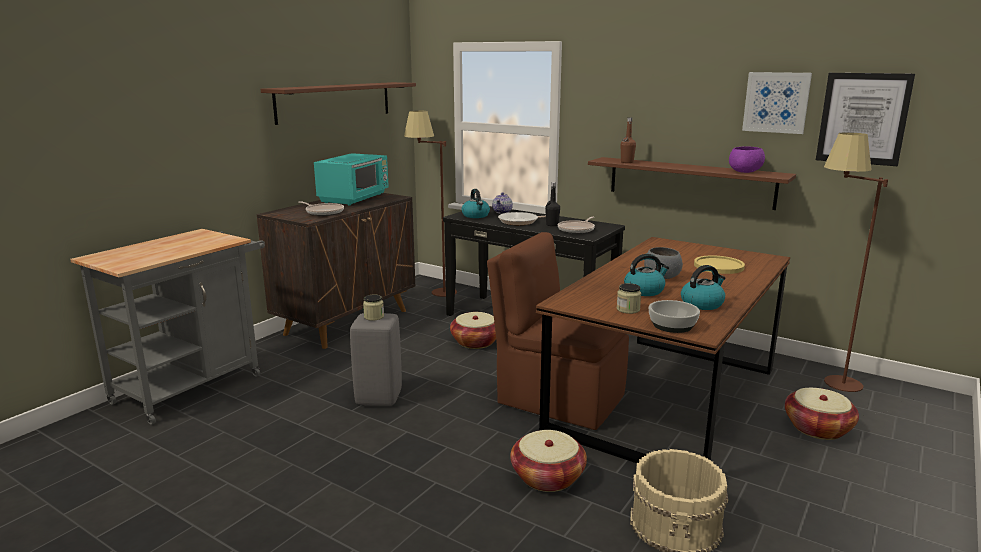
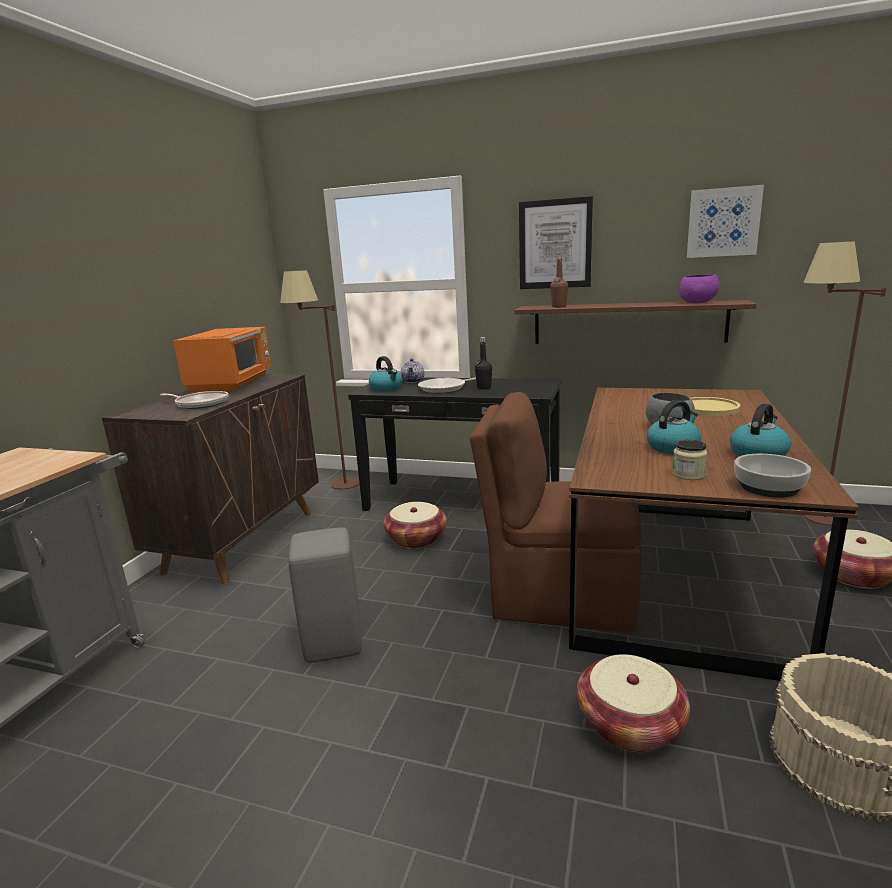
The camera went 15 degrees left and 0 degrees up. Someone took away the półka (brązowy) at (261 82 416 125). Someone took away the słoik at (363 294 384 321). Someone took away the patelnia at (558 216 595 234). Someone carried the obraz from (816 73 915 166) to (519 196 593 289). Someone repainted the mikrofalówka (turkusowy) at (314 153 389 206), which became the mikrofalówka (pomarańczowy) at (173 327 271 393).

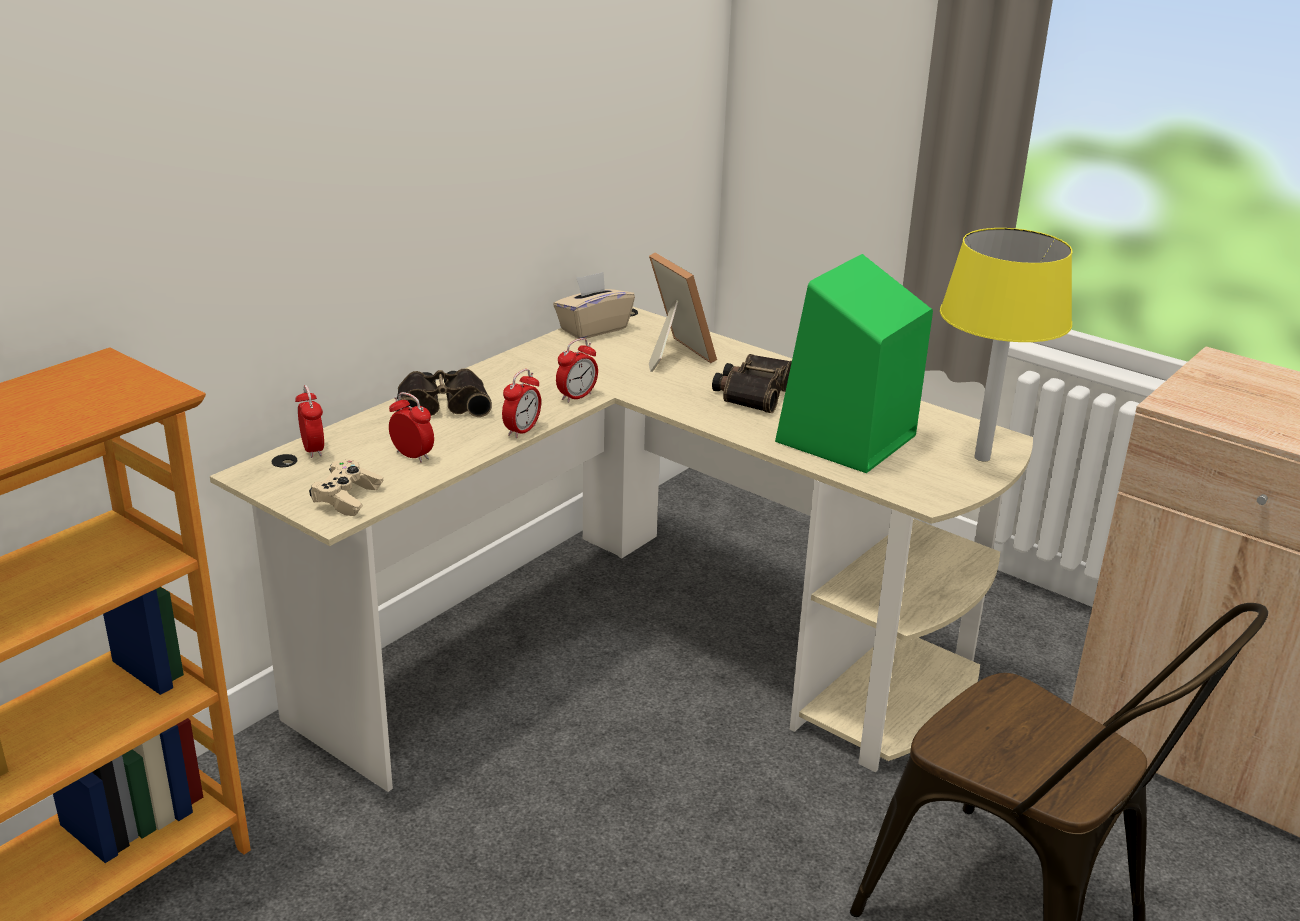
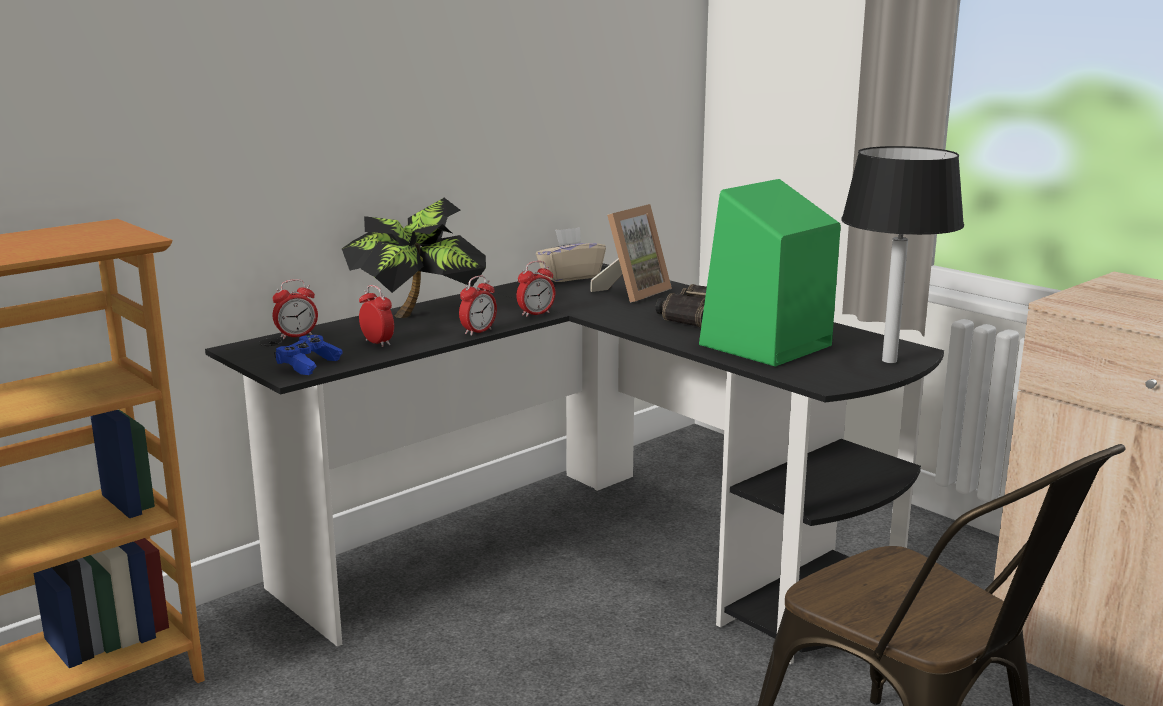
The camera went 10 degrees right and 10 degrees down. Someone swapped the lornetka at (396 368 492 417) for the roślina doniczkowa at (342 198 486 318). Someone repainted the biurko (beżowy) at (210 307 1033 792), which became the biurko (czarny) at (205 263 944 664). Someone repainted the pad do gier (beżowy) at (309 459 383 516), which became the pad do gier (niebieski) at (274 335 343 375). Someone repainted the lampa stołowa (żółty) at (940 228 1072 461), which became the lampa stołowa (czarny) at (841 146 964 363). Someone rotated the budzik at (295 385 324 458) by 75 degrees clockwise. Someone rotated the ramka na zdjęcie at (649 252 717 372) by 60 degrees clockwise.

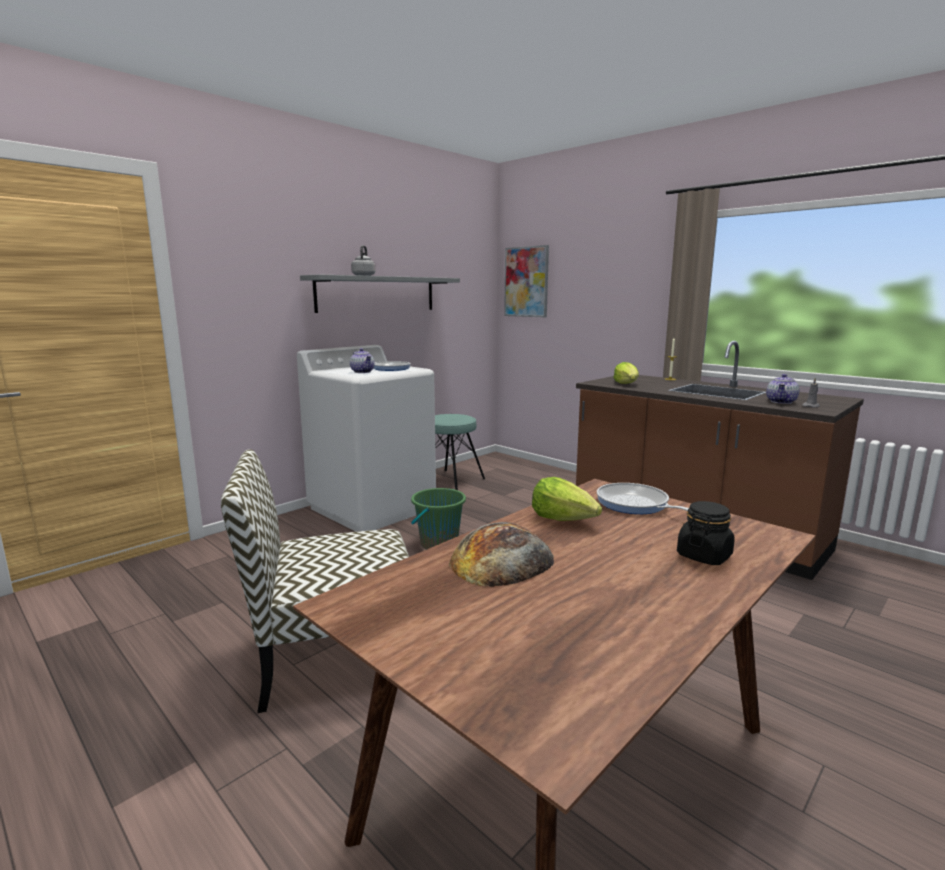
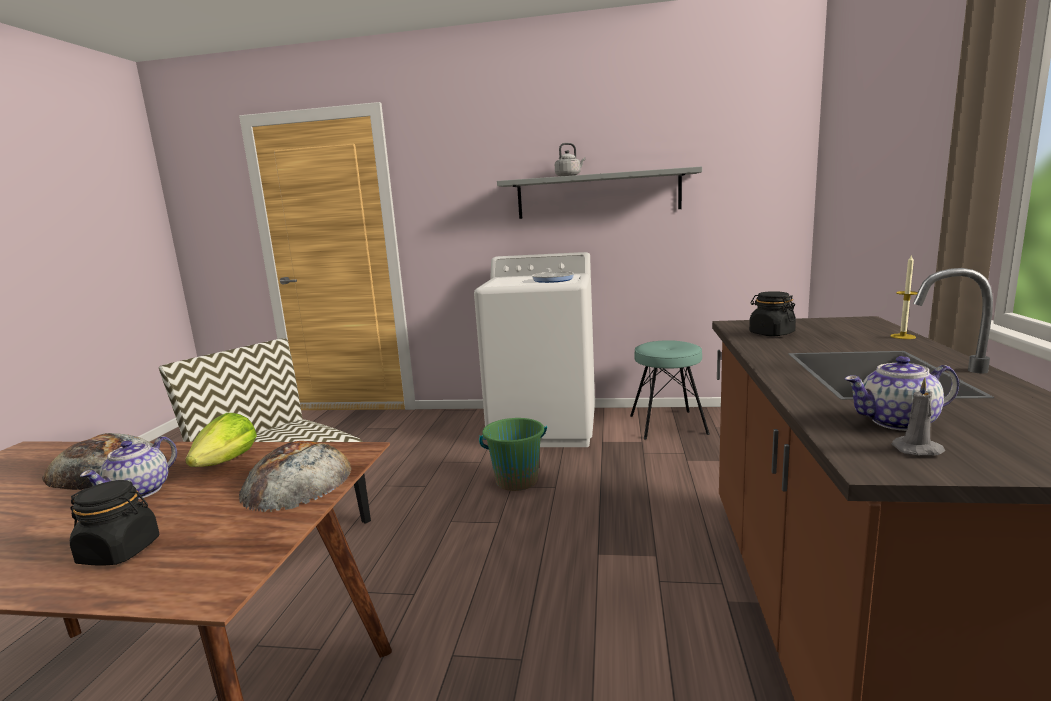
The camera went 55 degrees right and 0 degrees up. Someone took away the obraz at (504 245 549 317). Someone carried the imbryk from (350 348 375 373) to (80 436 177 499). Someone swapped the patelnia at (597 483 689 514) for the chleb at (239 441 352 512). Someone swapped the sałata at (613 362 639 384) for the słoik (czarny) at (749 291 796 336).

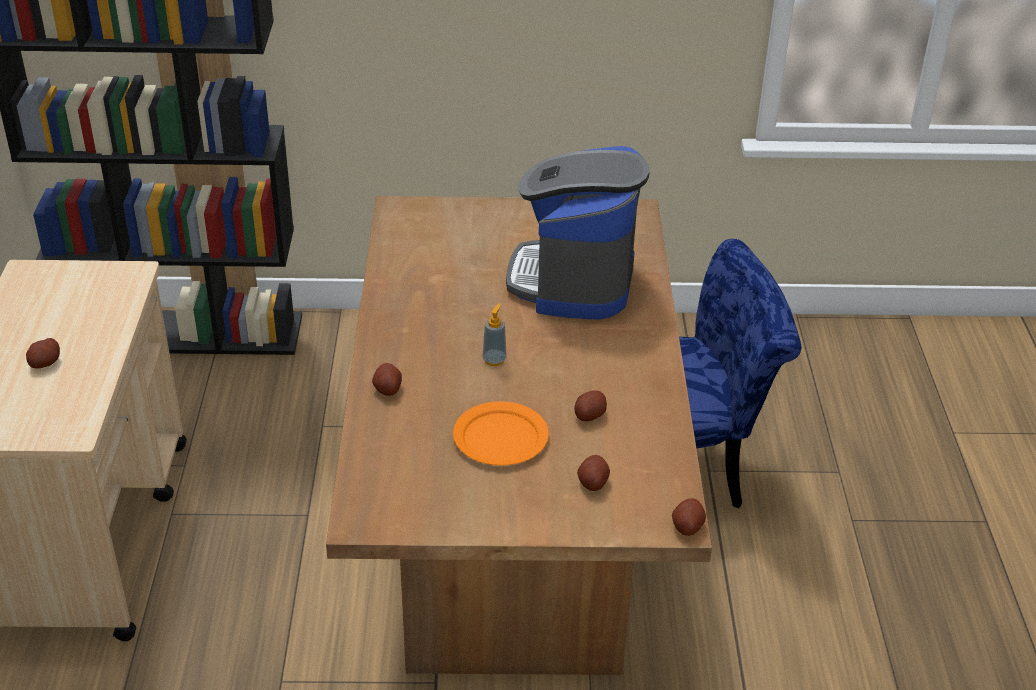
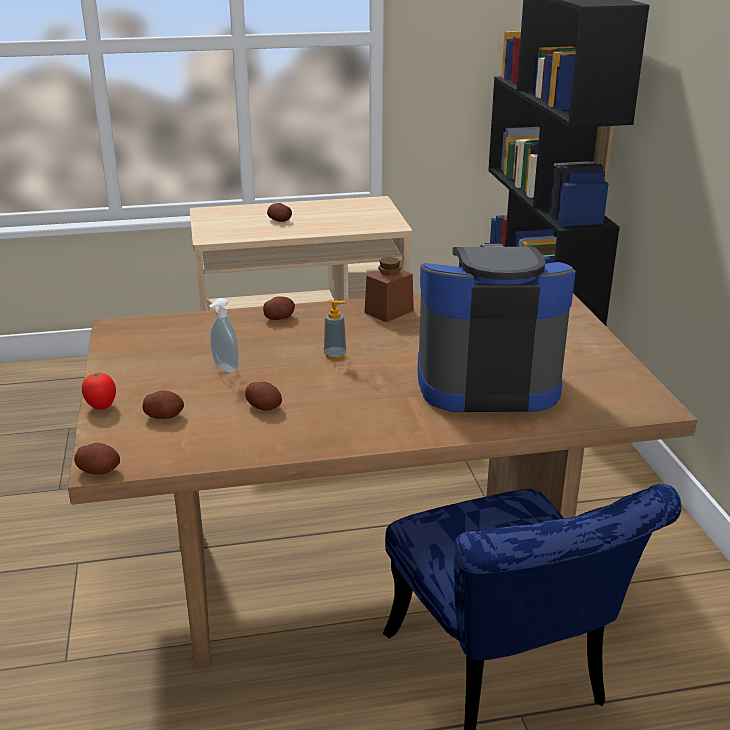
The camera went 80 degrees right and 10 degrees down. Someone put down the pomidor at (82 373 116 410). Someone put down the słoik (brązowy) at (365 257 414 322). Someone swapped the talerz (pomarańczowy) at (453 401 549 465) for the dozownik mydła at (209 298 239 373).

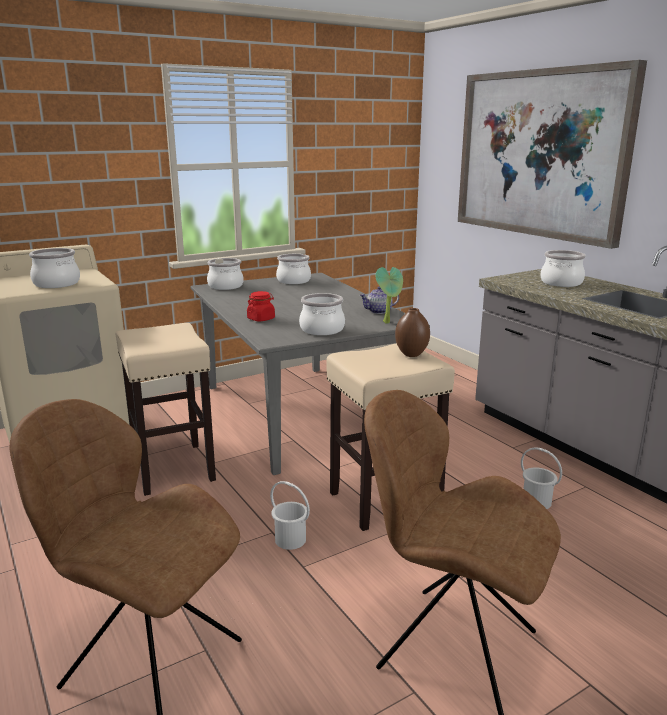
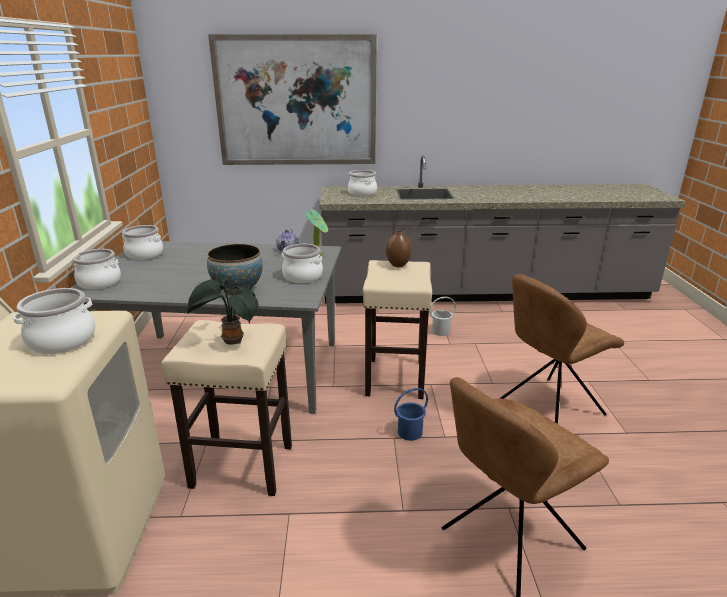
The camera went 60 degrees left and 5 degrees up. Someone put down the roślina doniczkowa at (187 279 259 345). Someone swapped the słoik (czerwony) at (247 291 275 321) for the miska at (207 244 263 296). Someone repainted the wiadro (biały) at (270 481 310 550), which became the wiadro (niebieski) at (394 388 428 441).

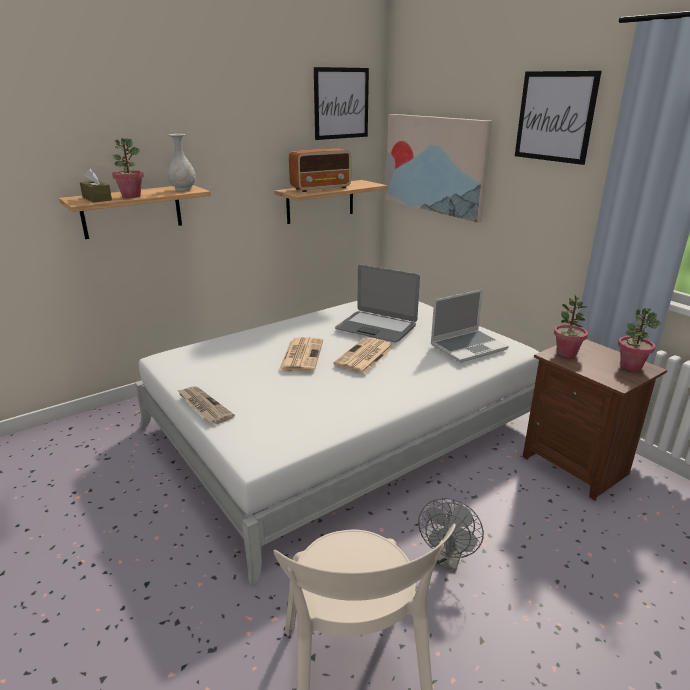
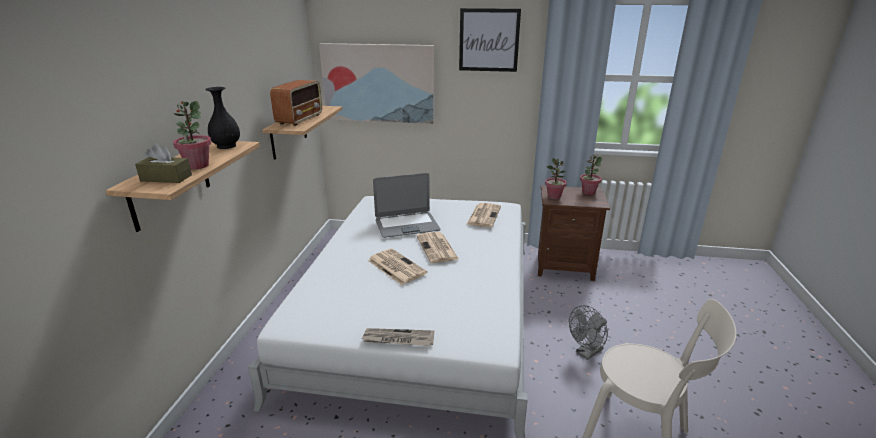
The camera went 45 degrees left and 0 degrees up. Someone took away the obraz at (314 67 369 140). Someone swapped the laptop at (430 289 509 363) for the gazeta at (466 203 501 227). Someone repainted the wazon (biały) at (168 134 196 191), which became the wazon (czarny) at (205 87 240 149). Someone rotated the wentylator (szary) at (418 498 484 571) by 75 degrees clockwise.

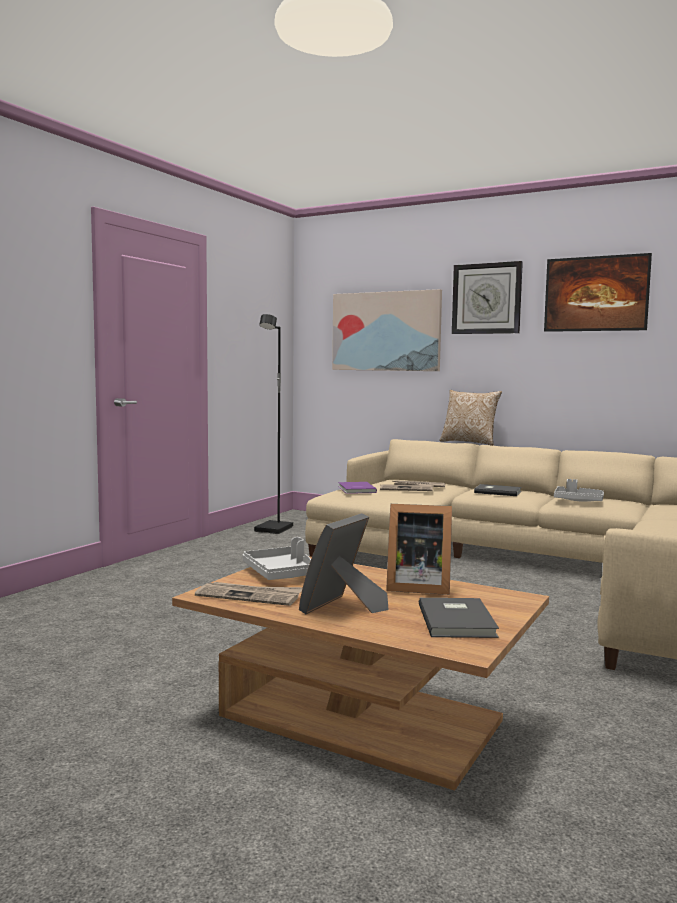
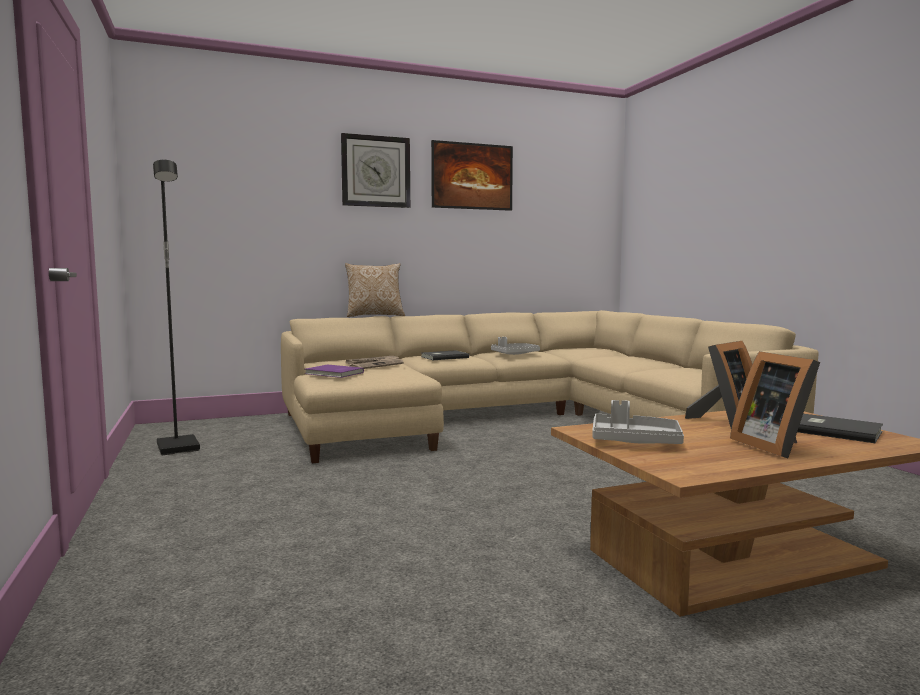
The camera went 50 degrees left and 0 degrees up. Someone took away the gazeta at (195 582 303 606). Someone took away the obraz at (332 289 442 371).

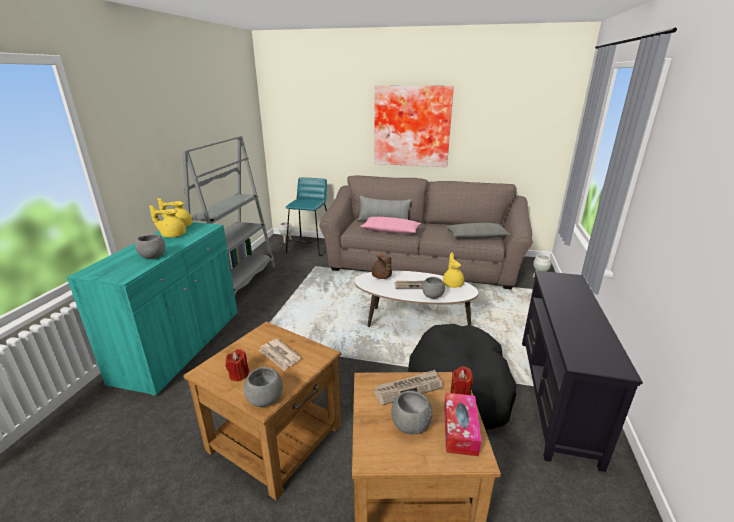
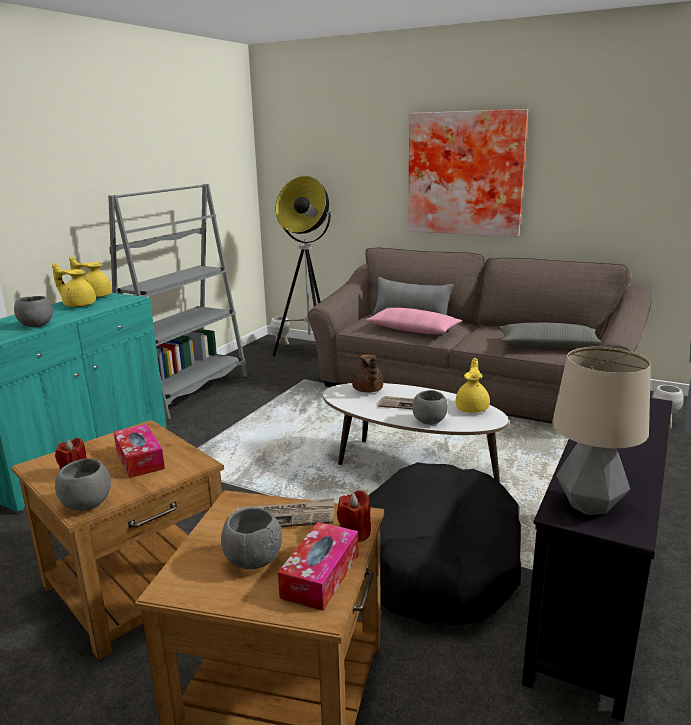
The camera went 15 degrees right and 5 degrees down. Someone put down the lampa stołowa at (552 347 651 515). Someone swapped the gazeta at (259 338 301 370) for the pudełko chusteczek at (114 424 165 478). Someone swapped the stołek (turkusowy) at (285 177 327 256) for the lampa stojąca at (272 176 331 357).

